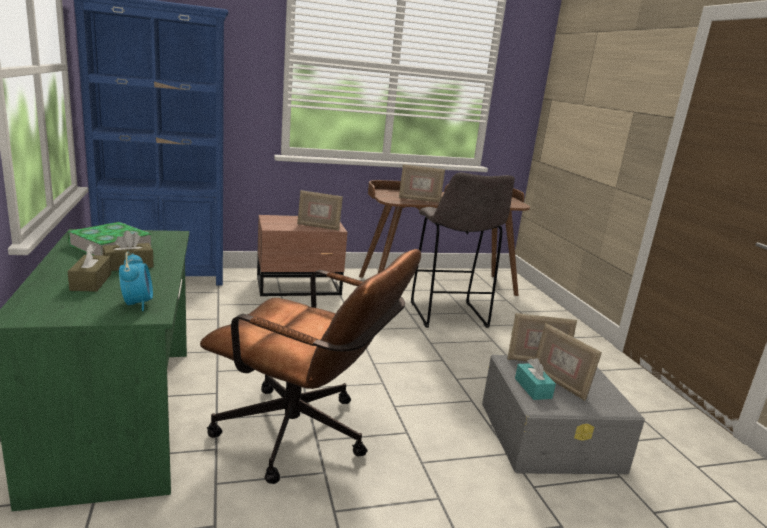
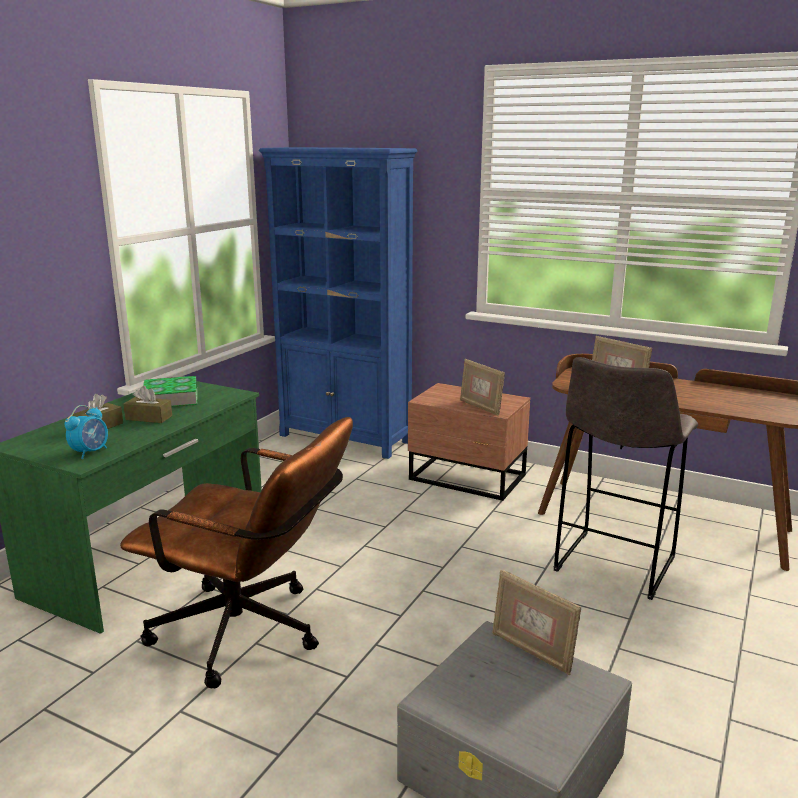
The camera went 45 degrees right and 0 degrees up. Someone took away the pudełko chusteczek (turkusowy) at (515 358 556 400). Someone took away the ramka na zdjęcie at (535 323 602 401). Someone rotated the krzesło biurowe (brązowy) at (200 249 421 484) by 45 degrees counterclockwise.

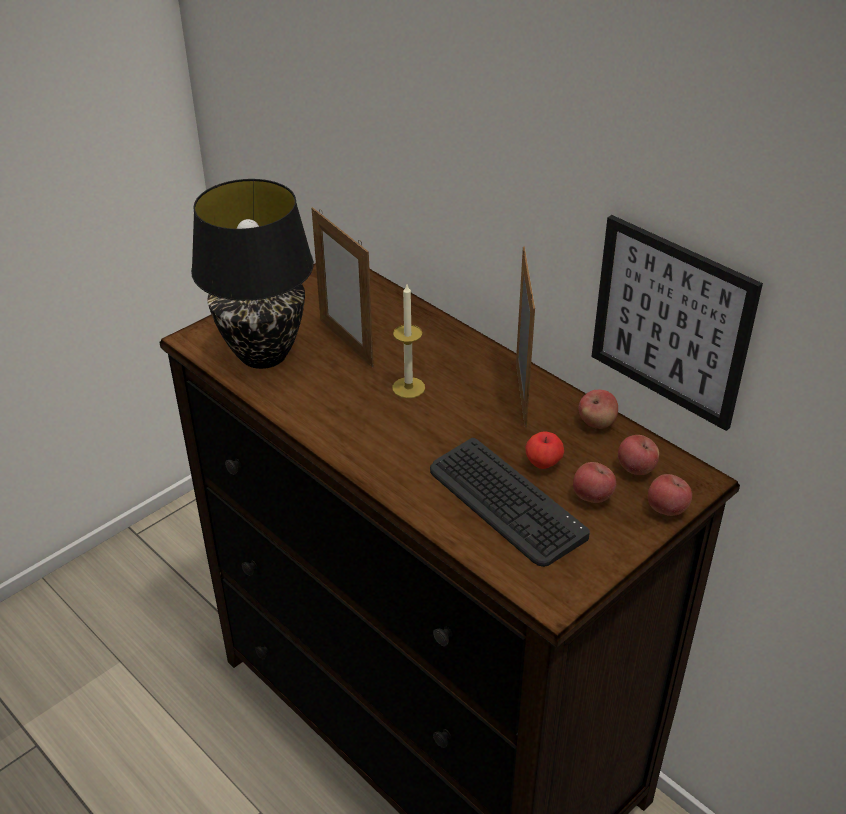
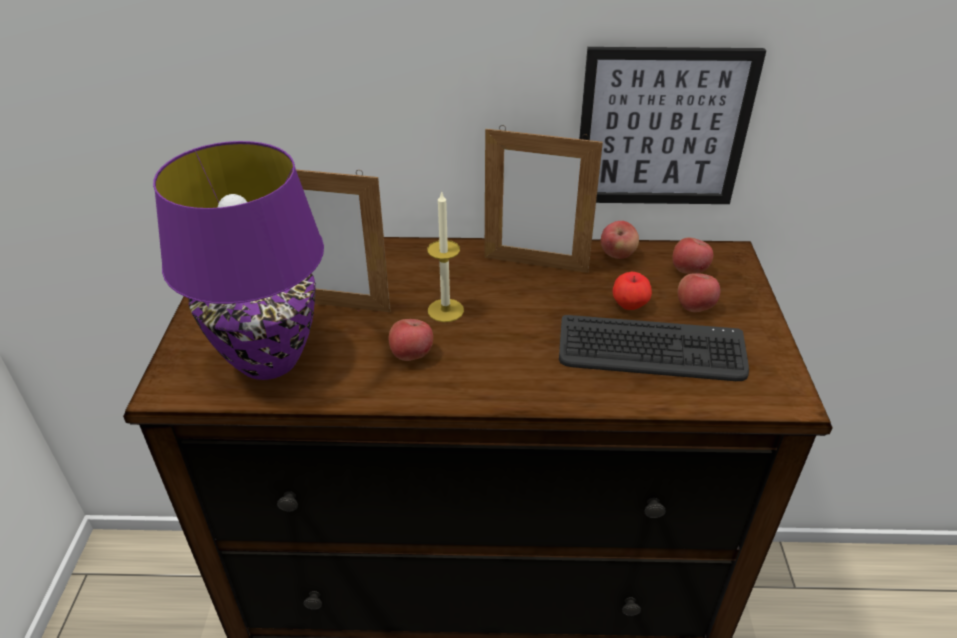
The camera went 45 degrees left and 0 degrees up. Someone carried the jabłko from (648 474 692 516) to (389 319 433 361). Someone repainted the lampa stołowa (czarny) at (191 179 314 369), which became the lampa stołowa (fioletowy) at (153 141 324 380). Someone rotated the ramka na zdjęcie at (516 247 535 427) by 150 degrees clockwise.

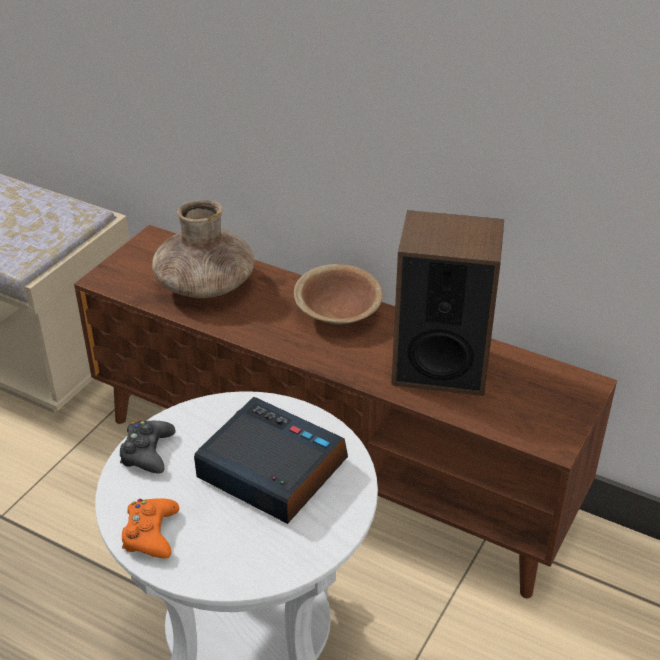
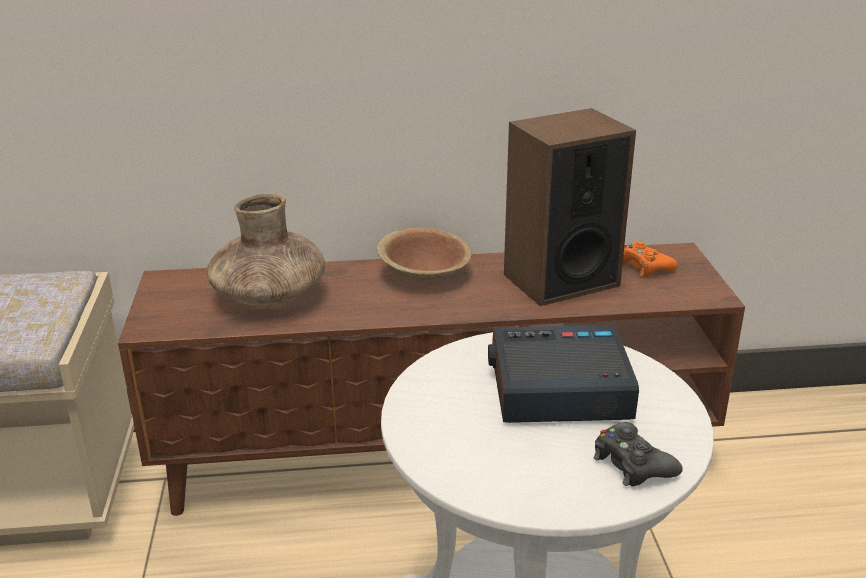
The camera went 35 degrees left and 10 degrees down. Someone carried the pad do gier (czarny) from (120 420 175 474) to (594 422 683 487). Someone carried the pad do gier (pomarańczowy) from (122 498 179 558) to (622 241 678 277).

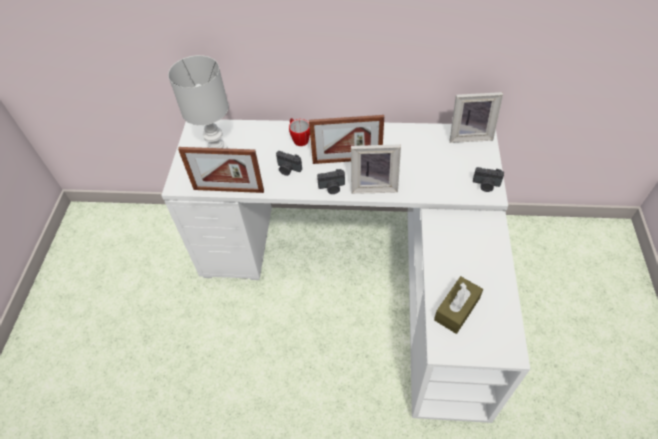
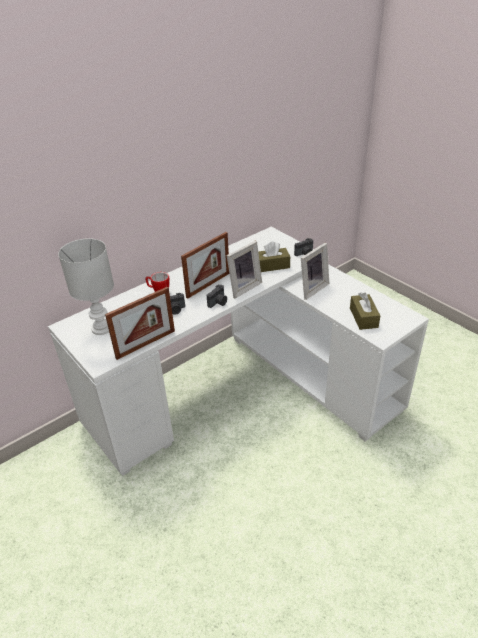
The camera went 45 degrees left and 15 degrees down. Someone put down the pudełko chusteczek (brązowy) at (258 241 290 272). Someone carried the ramka na zdjęcie from (449 92 503 143) to (301 243 329 300).

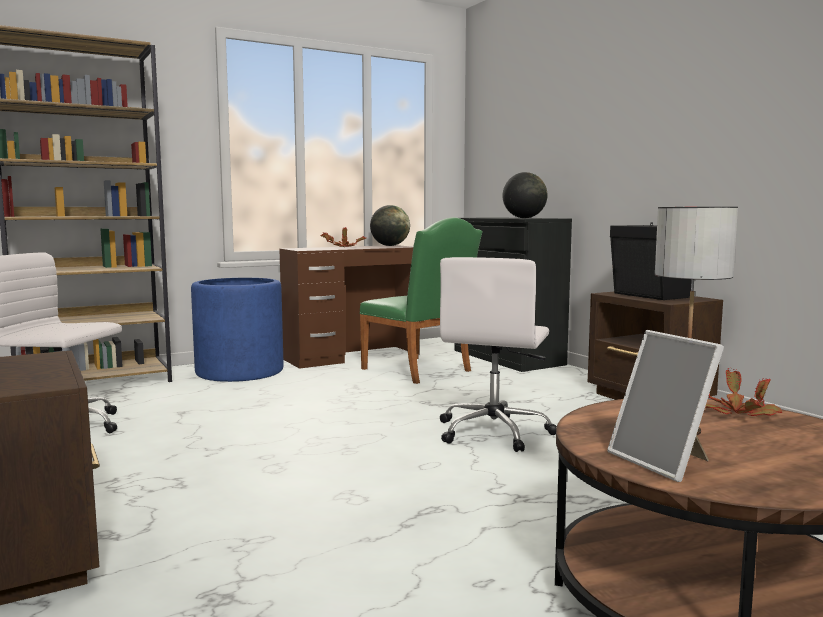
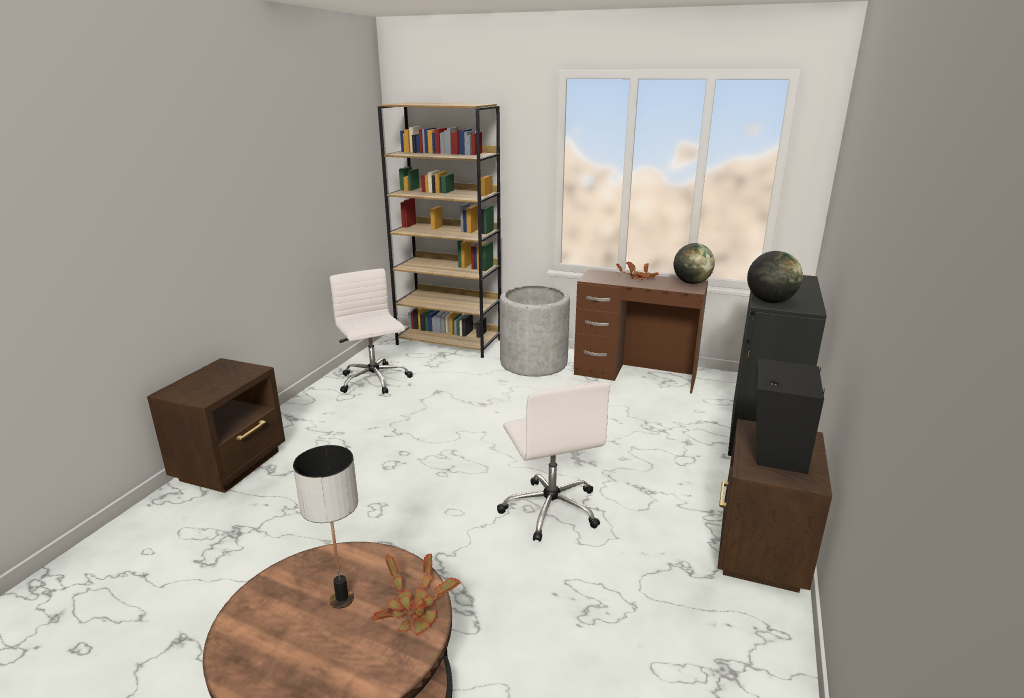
The camera went 50 degrees right and 15 degrees up. Someone took away the krzesło (zielony) at (359 217 483 384). Someone took away the ramka na zdjęcie at (607 330 724 482). Someone repainted the donica (niebieski) at (191 278 284 382), which became the donica (szary) at (500 286 570 377). Someone rotated the krzesło biurowe (biały) at (440 257 557 452) by 90 degrees counterclockwise.

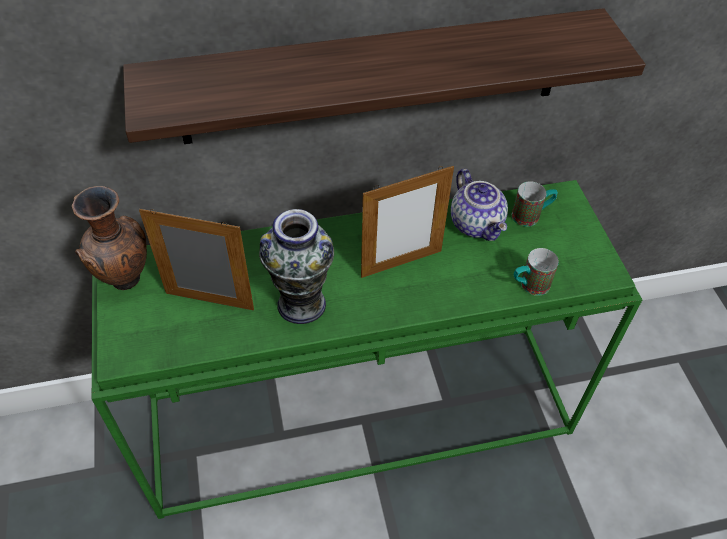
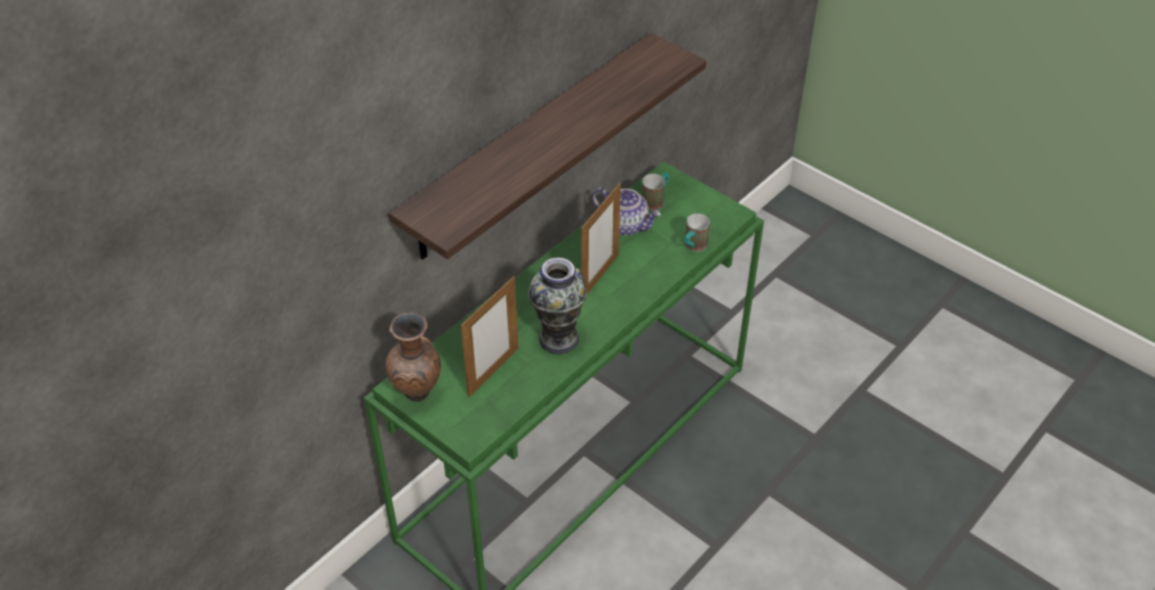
The camera went 35 degrees left and 5 degrees down. Someone rotated the ramka na zdjęcie at (139 209 254 311) by 150 degrees clockwise.

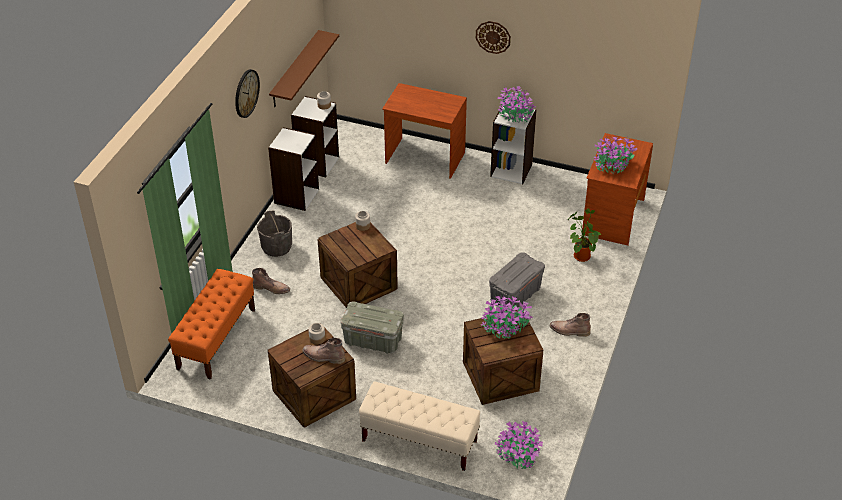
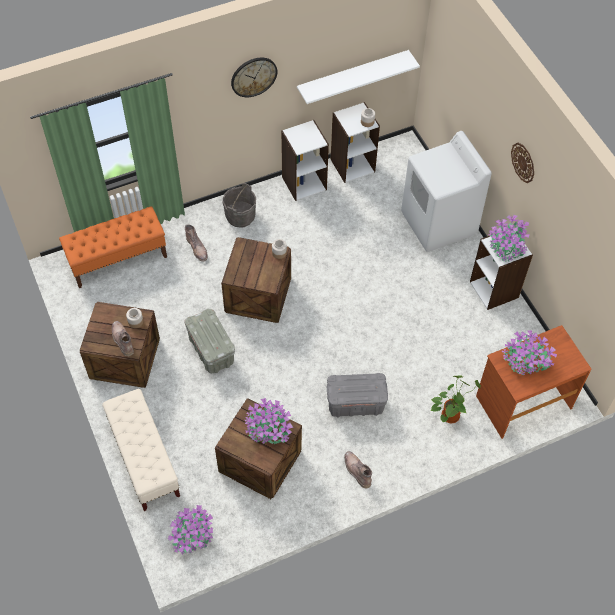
The camera went 45 degrees right and 15 degrees up. Someone swapped the biurko (brązowy) at (382 83 467 179) for the pralka (biały) at (401 131 492 252). Someone repainted the półka (brązowy) at (269 30 339 107), which became the półka (biały) at (297 50 420 104).

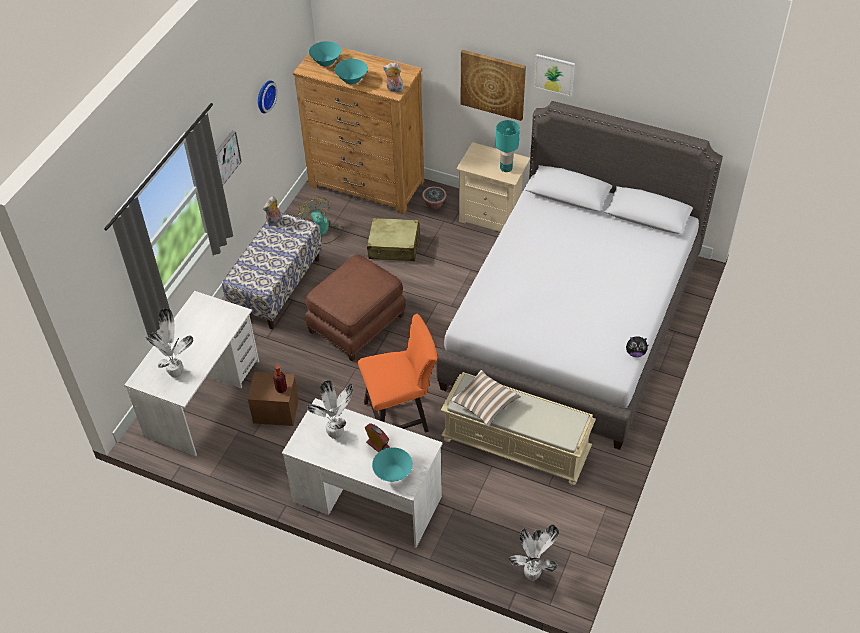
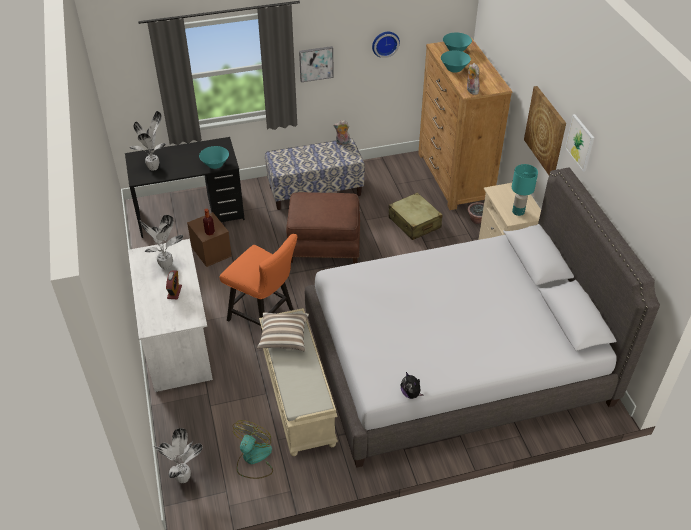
The camera went 50 degrees right and 5 degrees down. Someone carried the wentylator from (298 197 344 244) to (233 420 273 479). Someone carried the miska (turkusowy) from (372 448 413 482) to (199 146 229 169). Someone repainted the biurko (biały) at (124 291 259 456), which became the biurko (czarny) at (125 137 245 238).

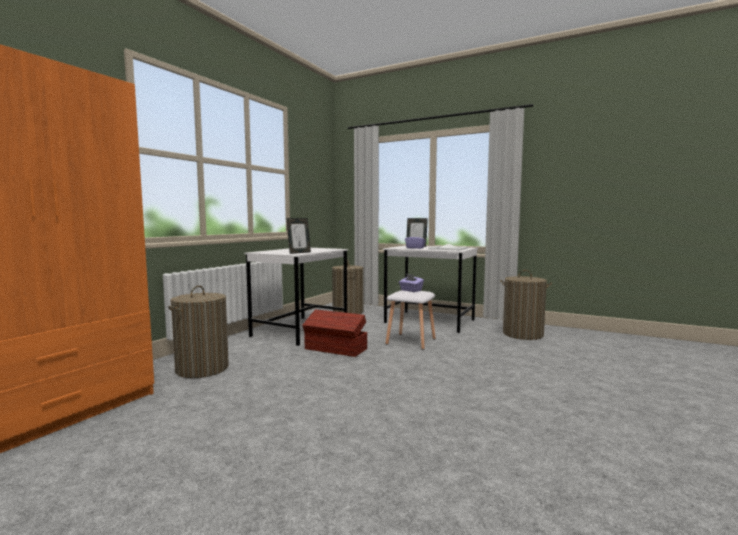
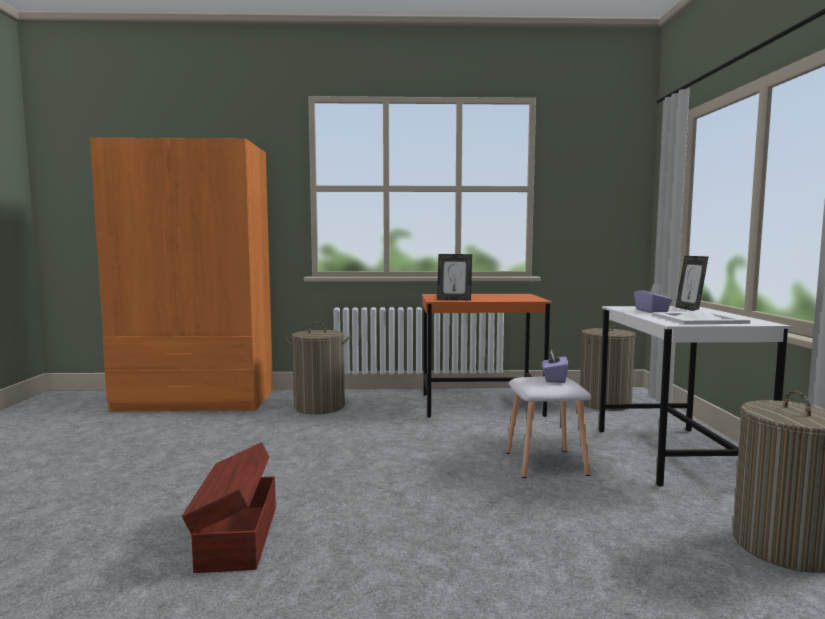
The camera went 60 degrees right and 0 degrees up. Someone carried the pojemnik do przechowywania (brązowy) from (302 310 367 357) to (182 442 276 573). Someone repainted the biurko (biały) at (244 248 348 346), which became the biurko (pomarańczowy) at (422 294 552 418).

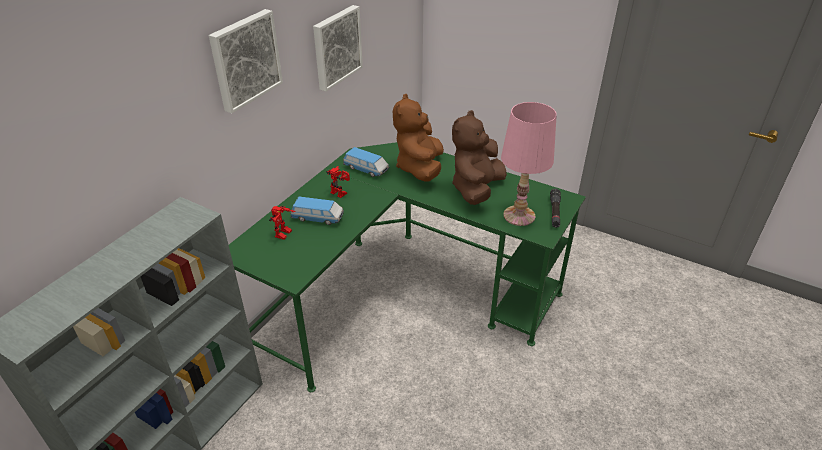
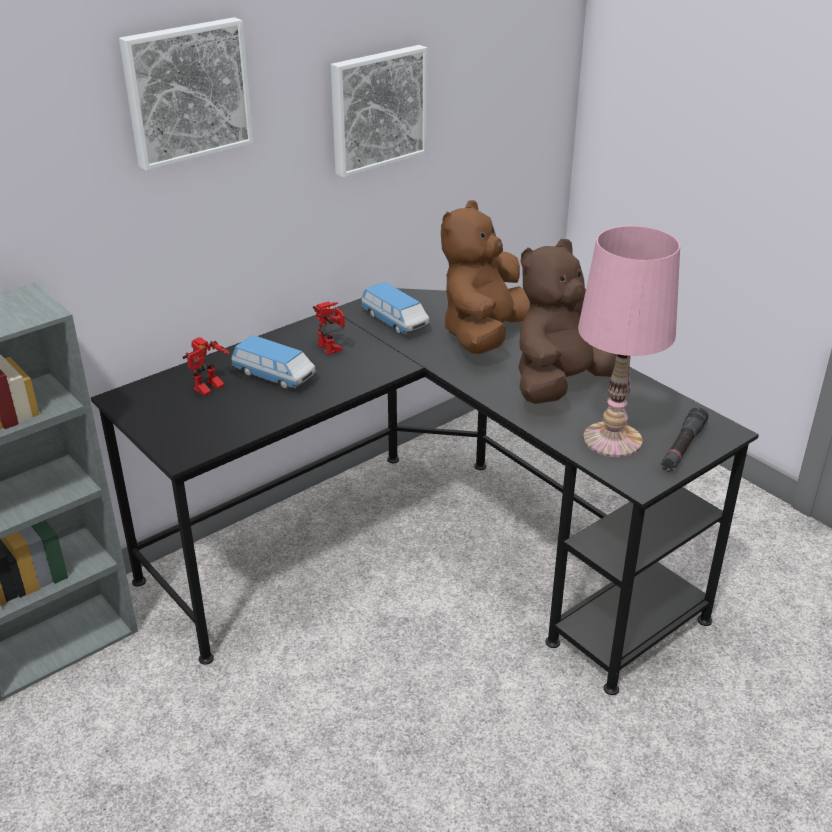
The camera went 20 degrees right and 5 degrees down. Someone repainted the biurko (zielony) at (229 142 586 392), which became the biurko (czarny) at (91 288 759 695).

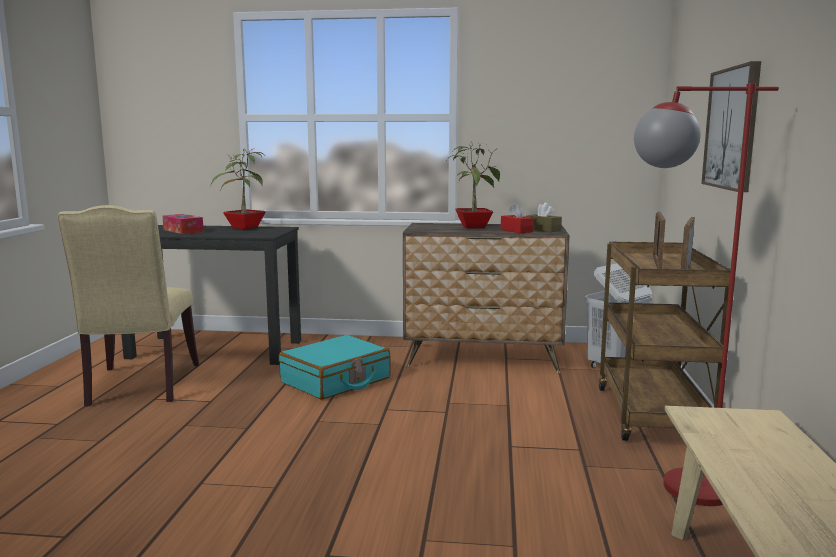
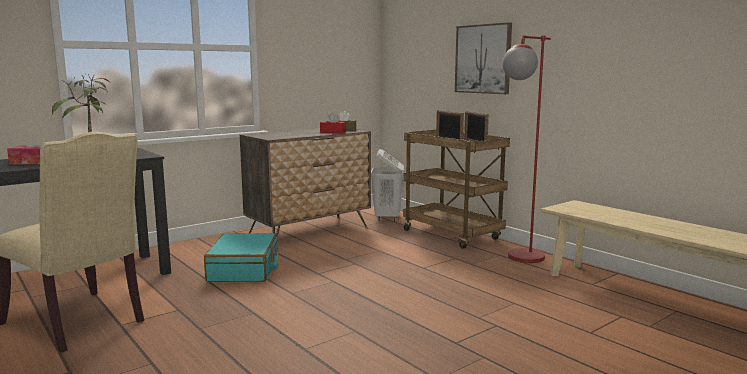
The camera went 45 degrees left and 0 degrees up. Someone took away the roślina doniczkowa at (447 141 500 229).

